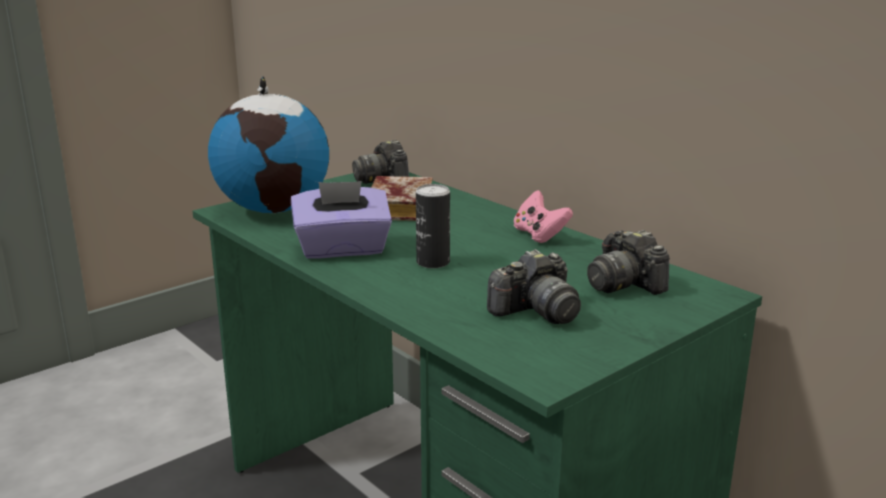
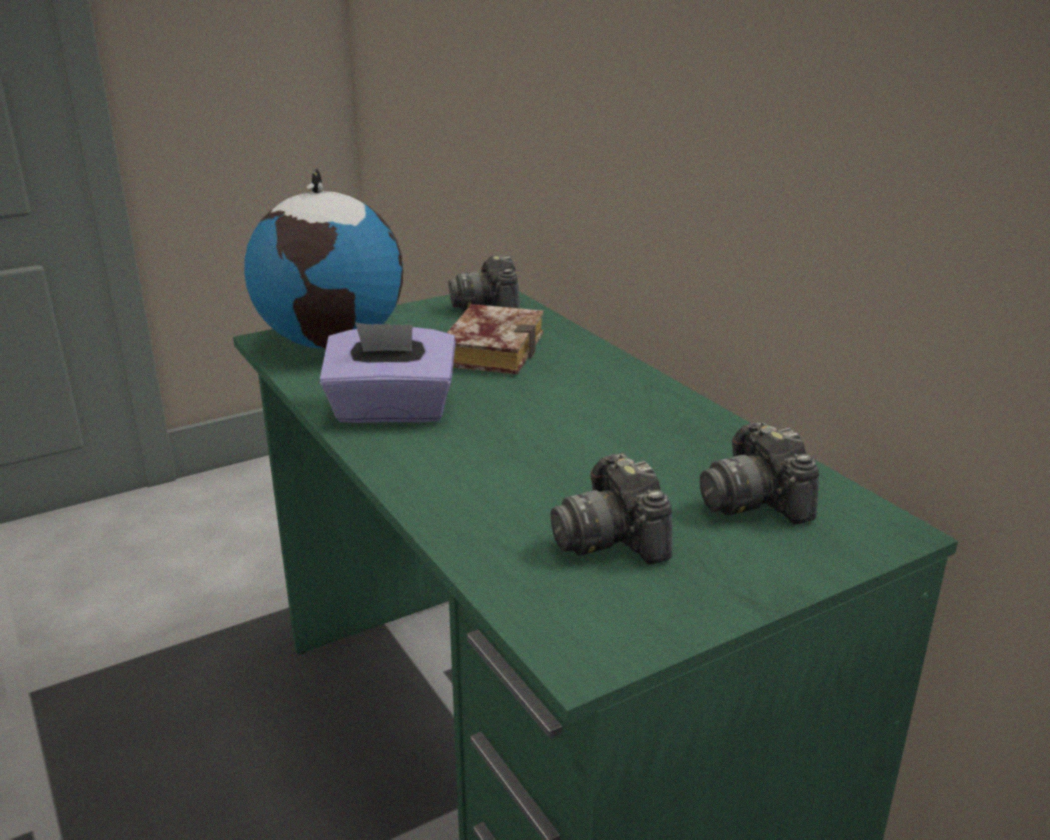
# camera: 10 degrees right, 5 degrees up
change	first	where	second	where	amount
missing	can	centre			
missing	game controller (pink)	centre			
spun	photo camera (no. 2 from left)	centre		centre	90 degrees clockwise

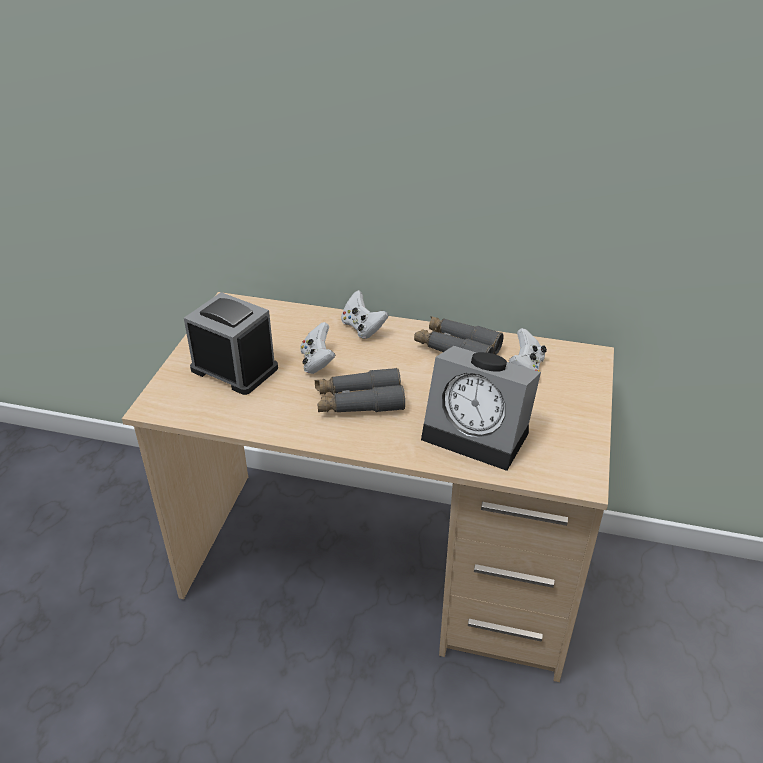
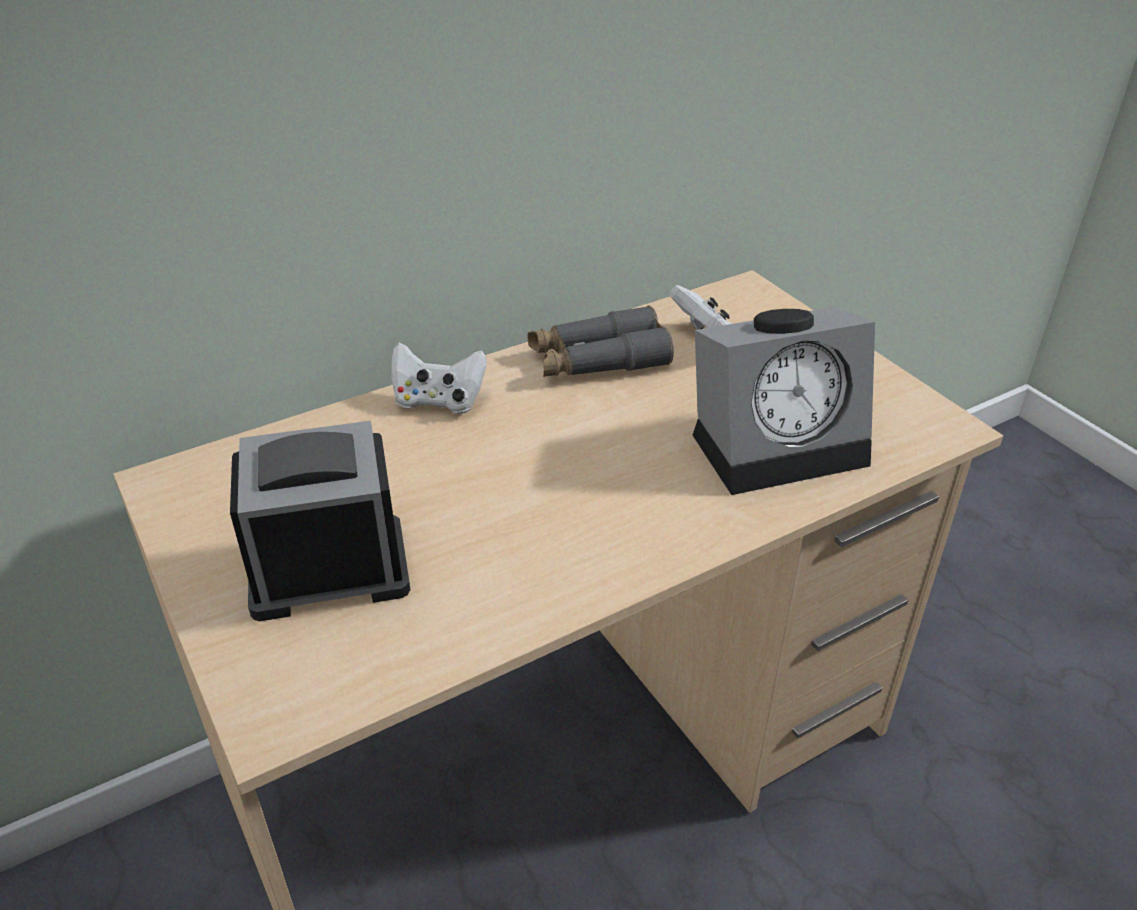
# camera: 45 degrees left, 0 degrees up
change	first	where	second	where	amount
missing	game controller (white) (no. 1 from left)	centre			
missing	binoculars (grey) (no. 1 from left)	centre			

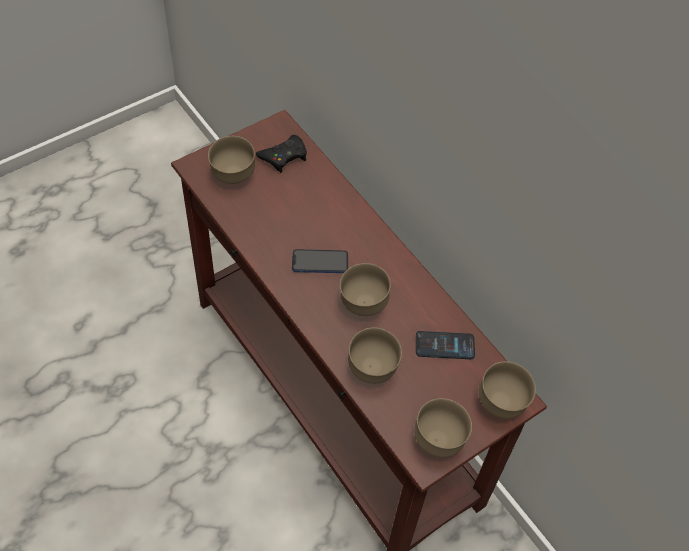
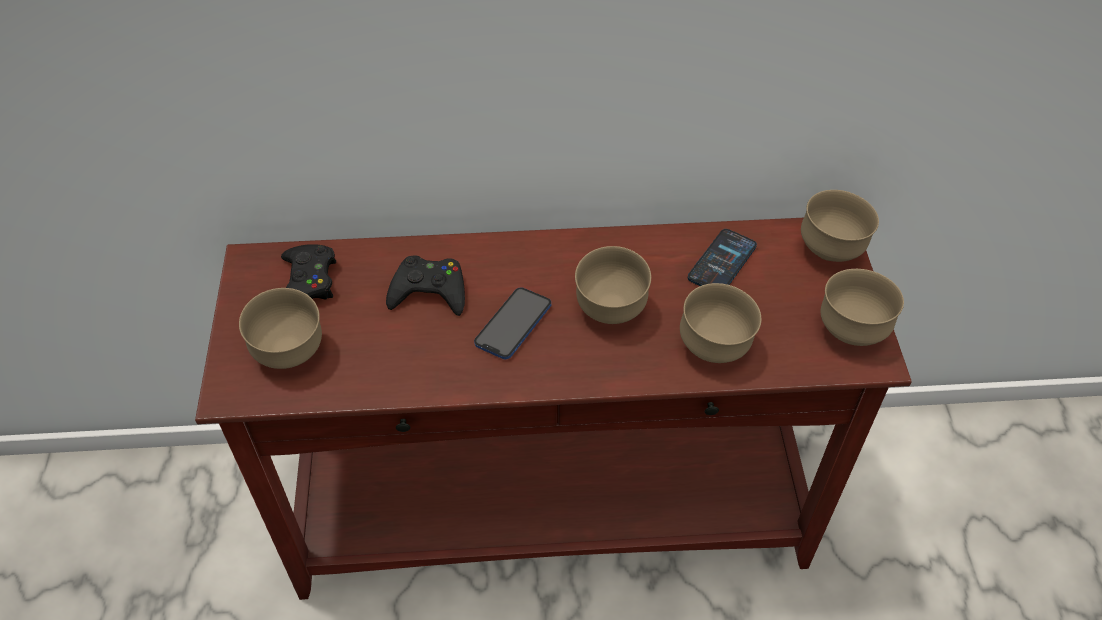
# camera: 55 degrees left, 5 degrees down
change	first	where	second	where	amount
appeared			game controller (black) (no. 2 from left)	centre	

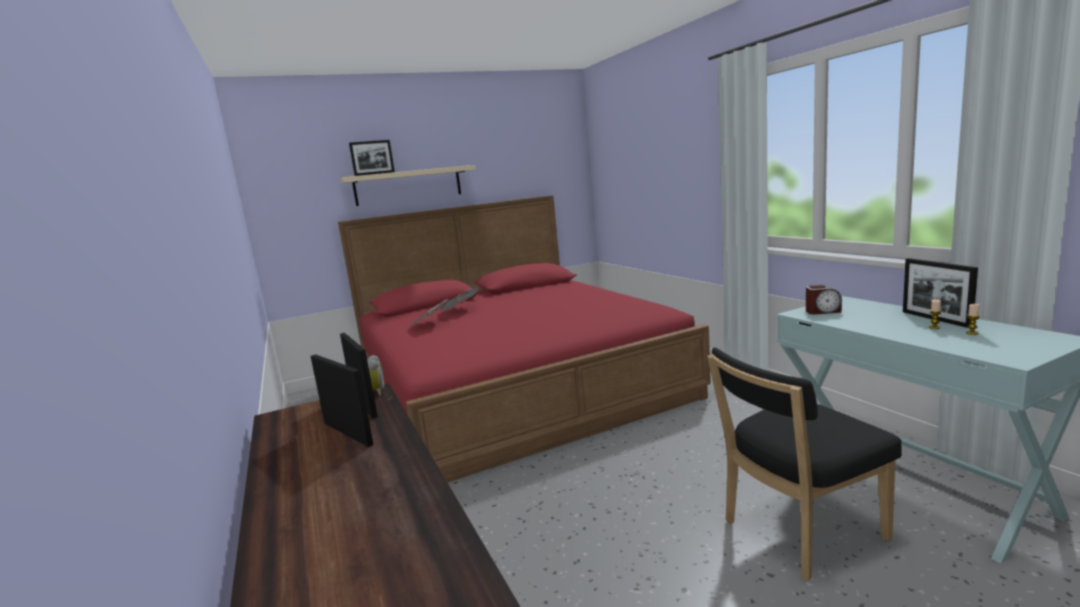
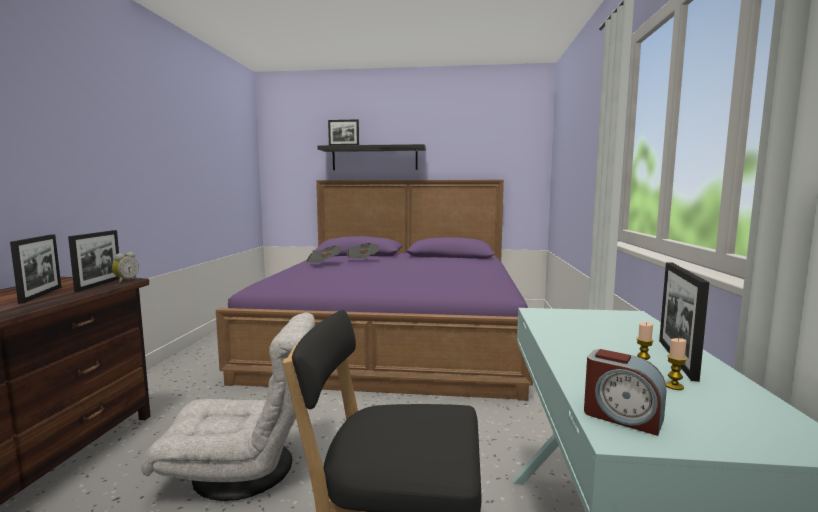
# camera: 30 degrees right, 5 degrees down
change	first	where	second	where	amount
colour	shelf (beige)	top centre	shelf (black)	top centre	
colour	bed (red)	centre	bed (purple)	centre	
relocated	alarm clock (no. 2 from left)	middle right		bottom right	
appeared			armchair (grey)	bottom left	

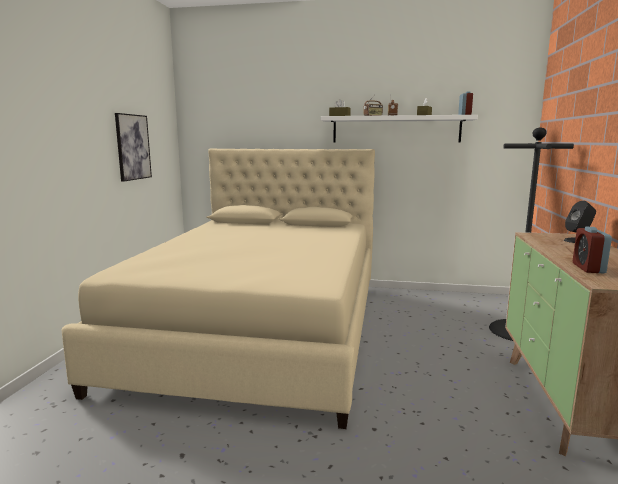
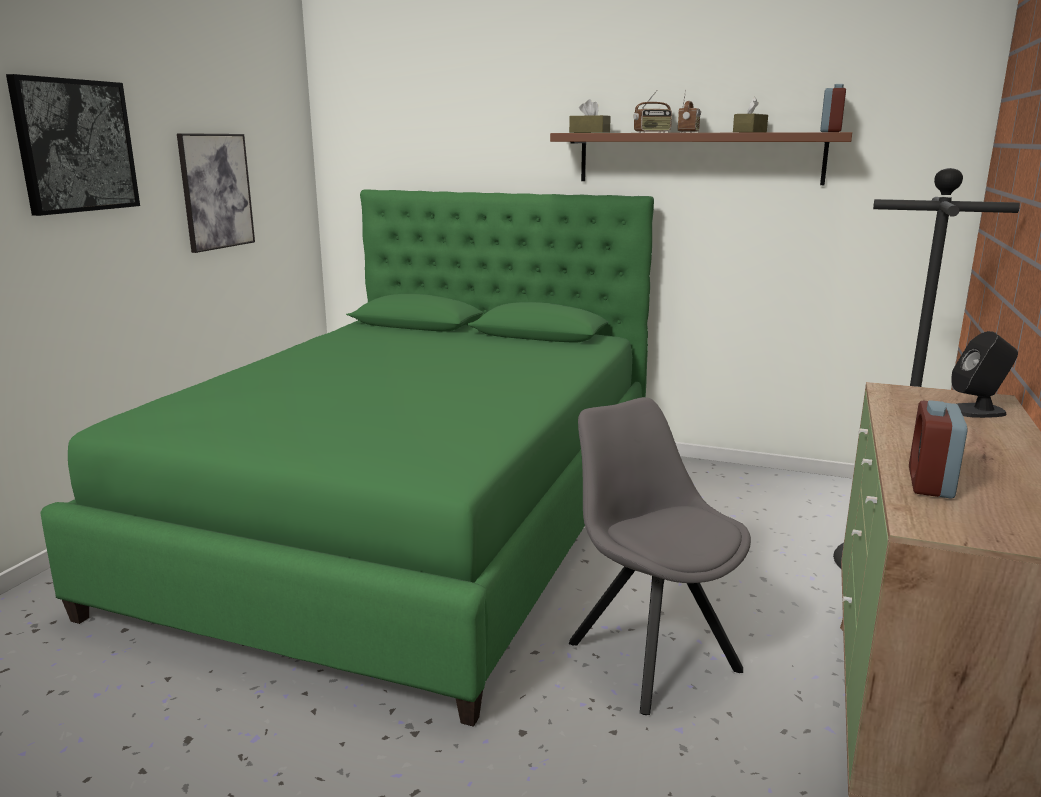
# camera: 10 degrees right, 5 degrees up
change	first	where	second	where	amount
colour	shelf (white)	top centre	shelf (brown)	top right	
colour	bed (beige)	centre	bed (green)	centre	
appeared			picture (no. 1 from left)	top left	
appeared			chair (grey)	bottom centre	

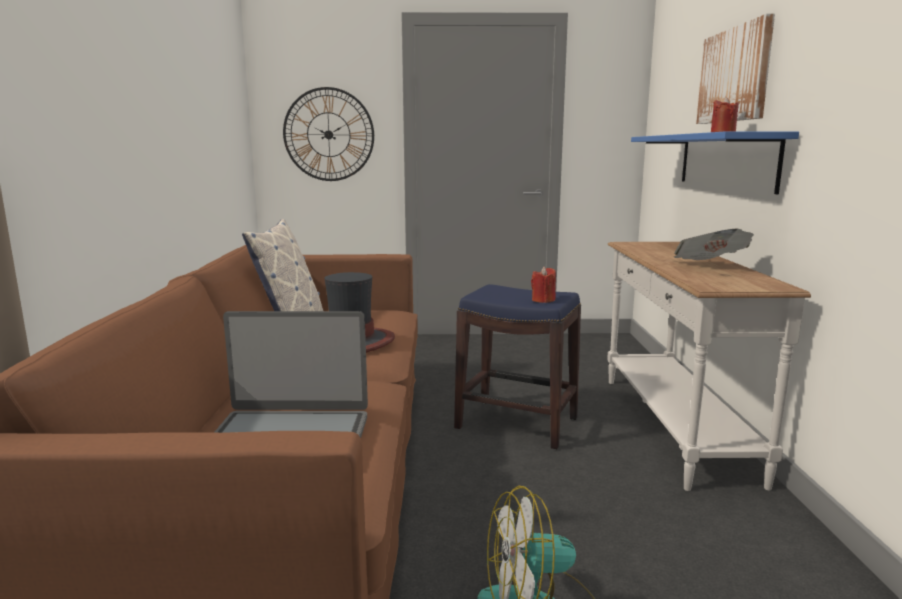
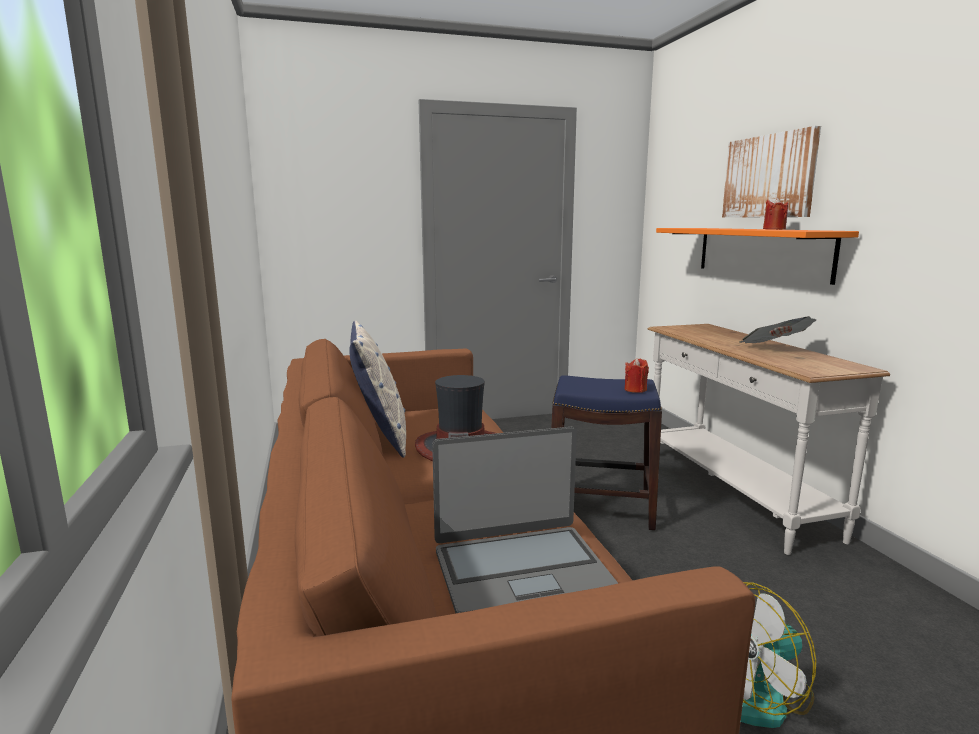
# camera: 15 degrees left, 0 degrees up
change	first	where	second	where	amount
missing	wall clock	top centre			
colour	shelf (blue)	top right	shelf (orange)	middle right	

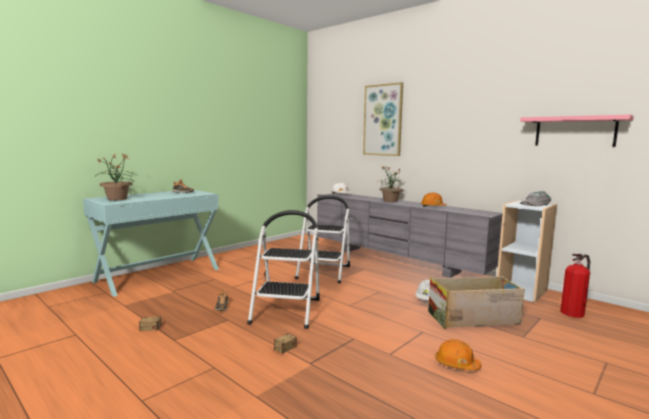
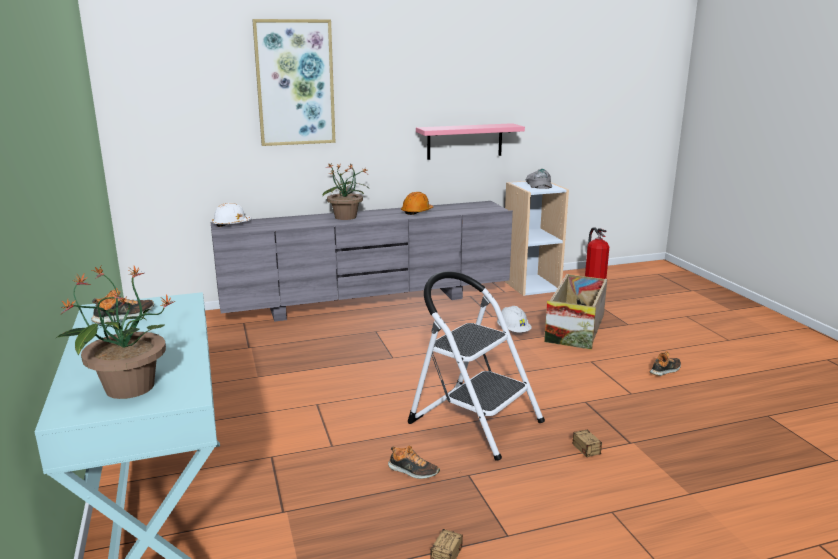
# camera: 60 degrees left, 10 degrees up
change	first	where	second	where	amount
relocated	shelf (pink)	top right		top centre	
missing	step ladder (no. 2 from left)	centre			
exchanged	hard hat (orange) (no. 2 from left)	bottom right	shoe (no. 3 from left)	middle right	

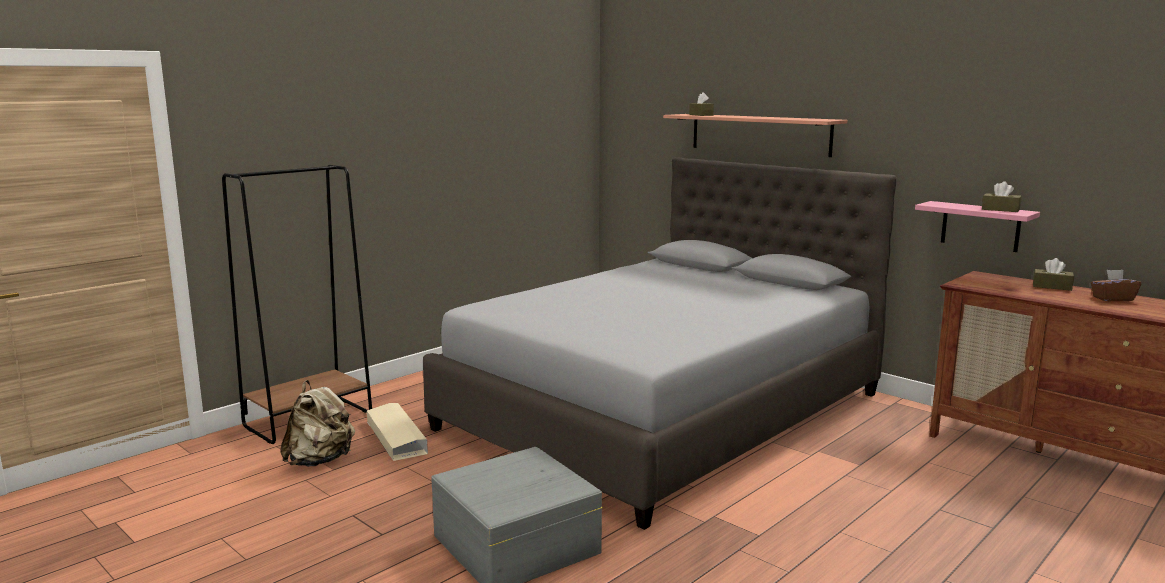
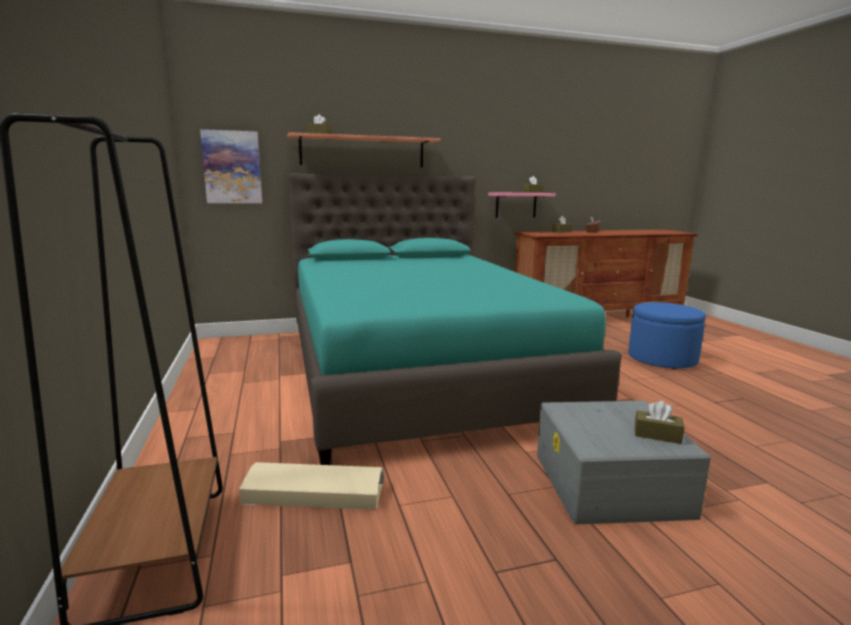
# camera: 60 degrees left, 0 degrees up
change	first	where	second	where	amount
colour	bed (grey)	centre	bed (turquoise)	centre	
missing	backpack (beige)	bottom left			
appeared			picture	top left	
appeared			ottoman (blue)	middle right	
appeared			tissue box (brown) (no. 5 from left)	bottom right	

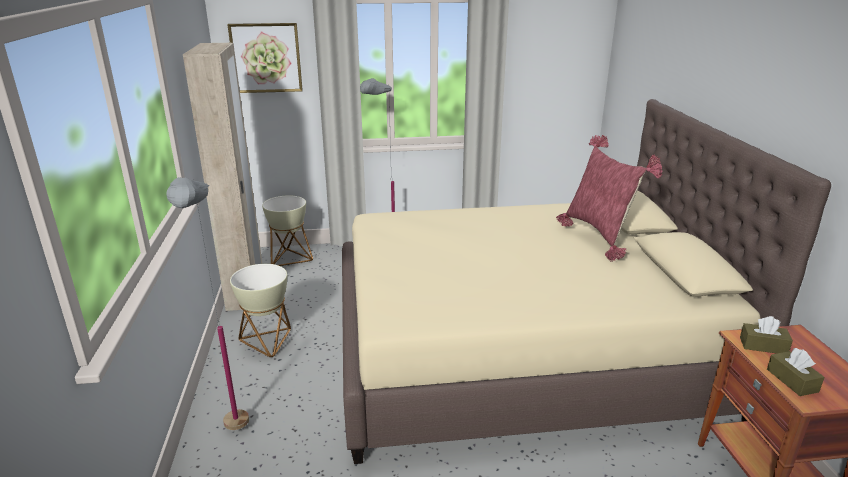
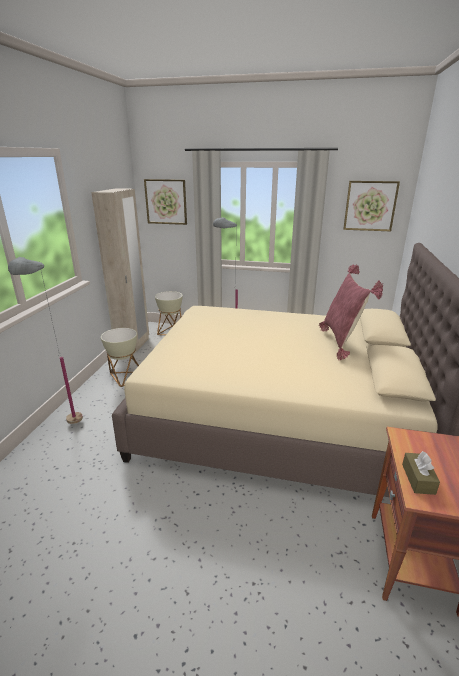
# camera: 20 degrees right, 0 degrees up
change	first	where	second	where	amount
missing	tissue box (brown) (no. 1 from left)	bottom right			
appeared			picture (no. 2 from left)	top right	

